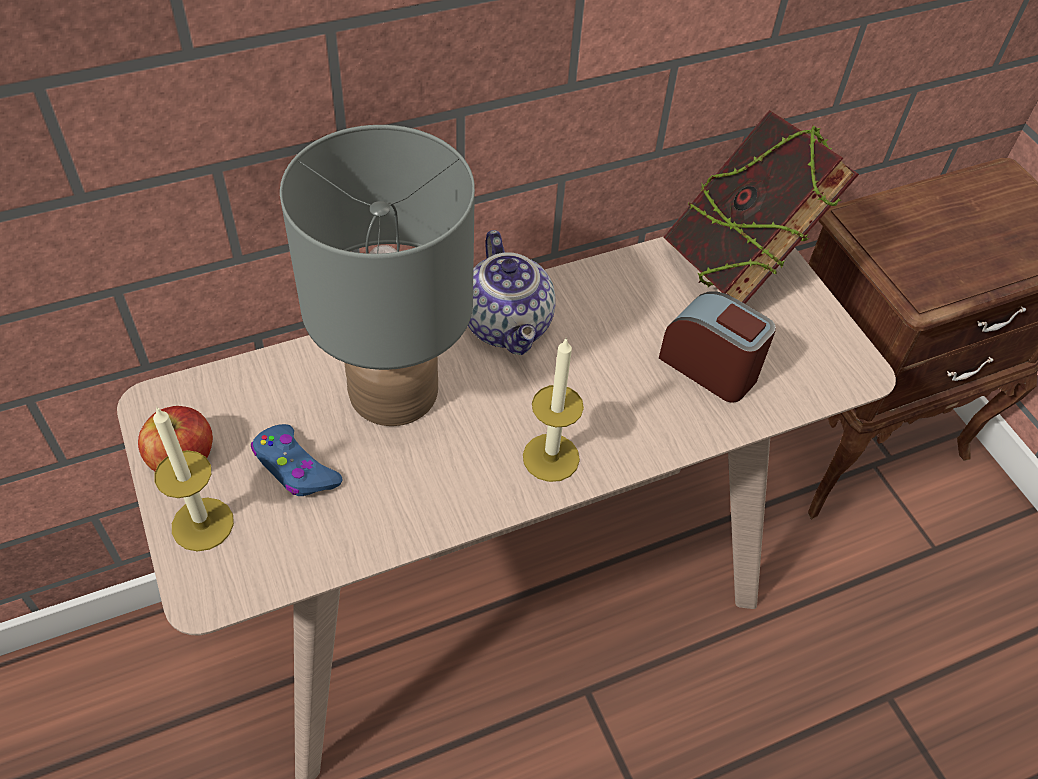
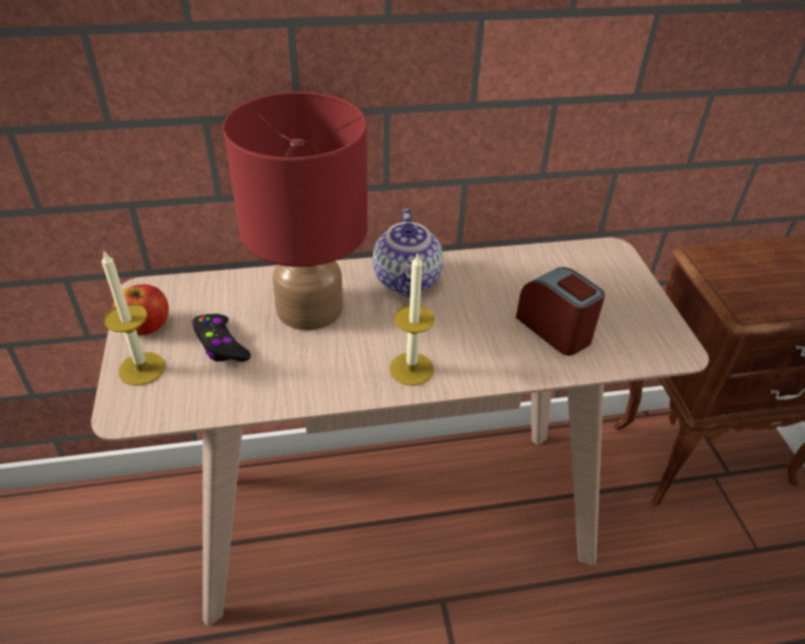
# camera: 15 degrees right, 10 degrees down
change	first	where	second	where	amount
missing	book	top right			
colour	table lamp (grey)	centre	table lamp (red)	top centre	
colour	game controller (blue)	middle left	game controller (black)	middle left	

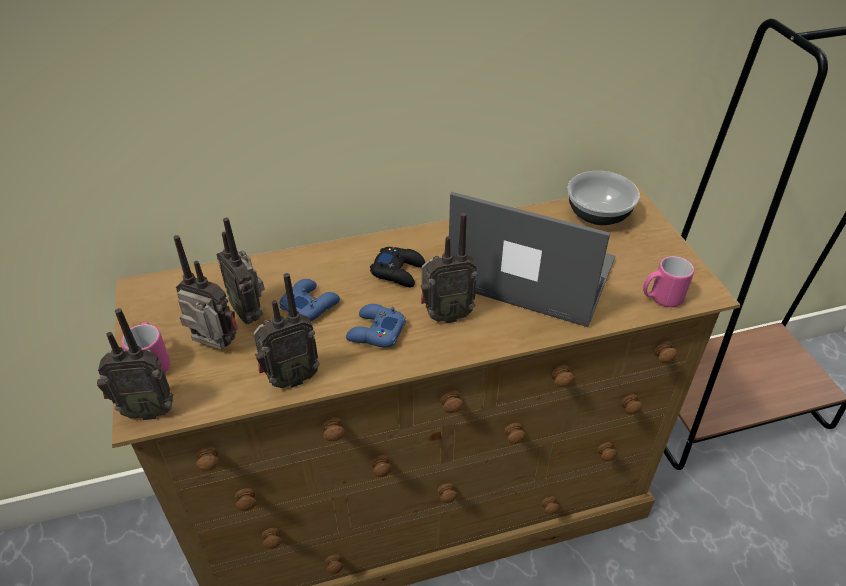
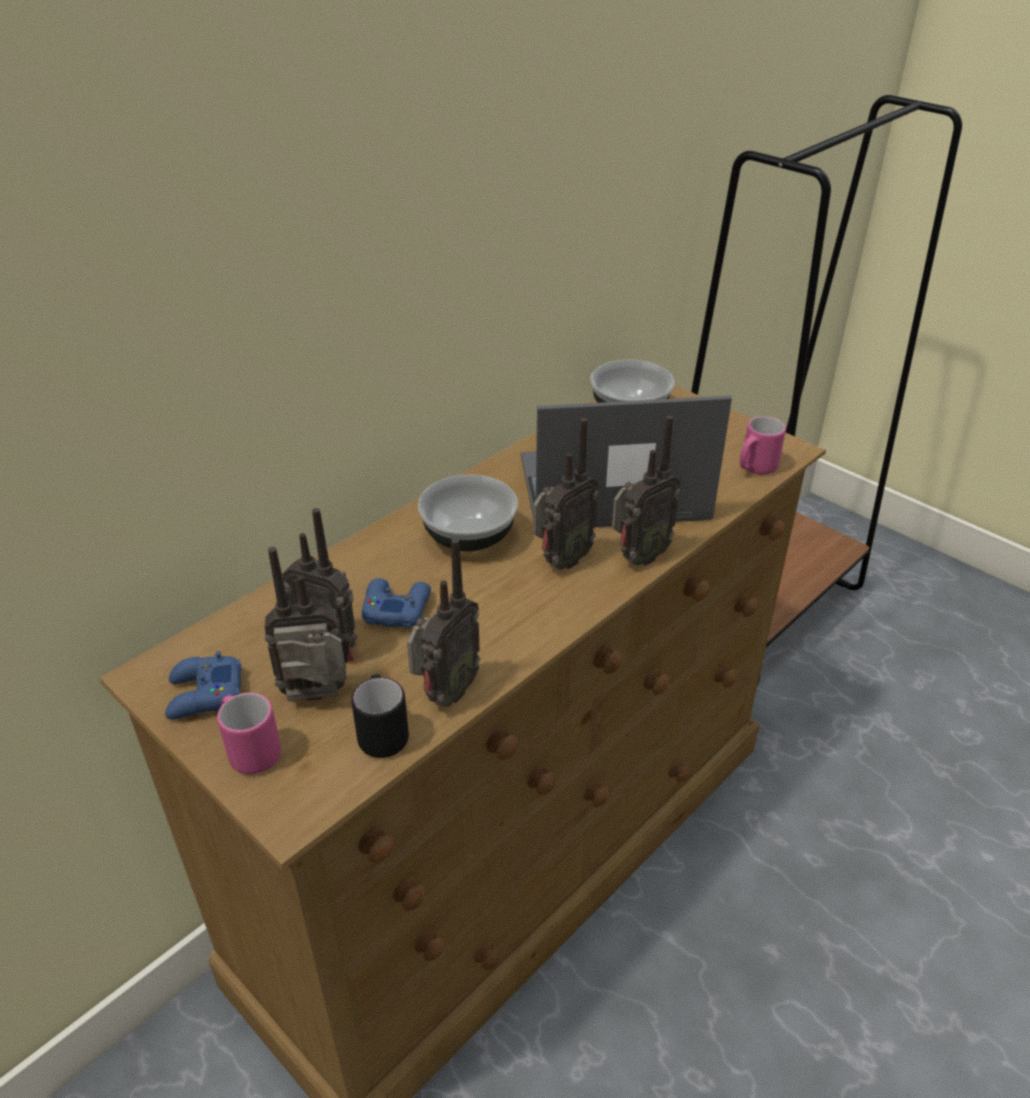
# camera: 30 degrees left, 5 degrees down
change	first	where	second	where	amount
exchanged	game controller (black)	centre	bowl (no. 1 from left)	centre	
relocated	game controller (blue) (no. 2 from left in the first image)	centre	game controller (blue) (no. 1 from left)	middle left	
relocated	radio (no. 1 from left in the first image)	middle left	radio (no. 5 from left)	centre	
appeared			mug (black)	centre	

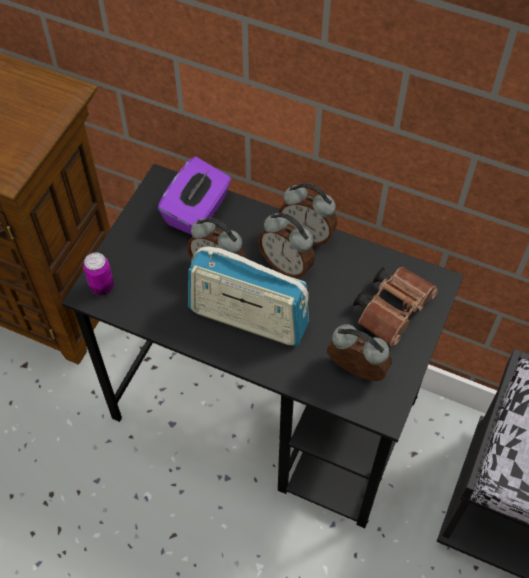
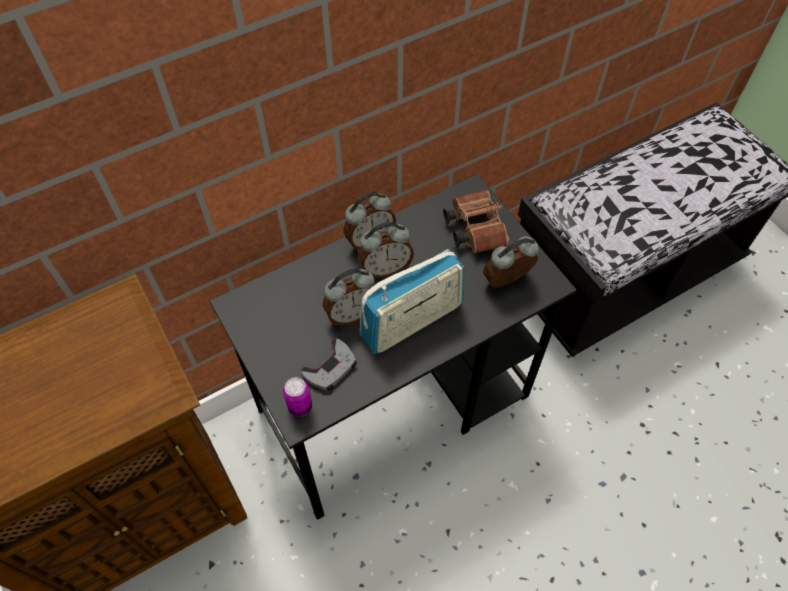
# camera: 55 degrees left, 0 degrees up
change	first	where	second	where	amount
missing	tissue box (purple)	centre			
appeared			game controller (grey)	centre	

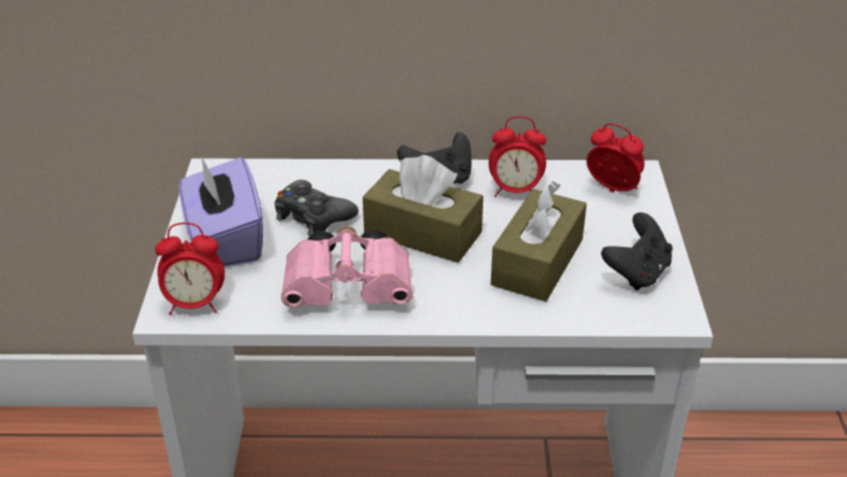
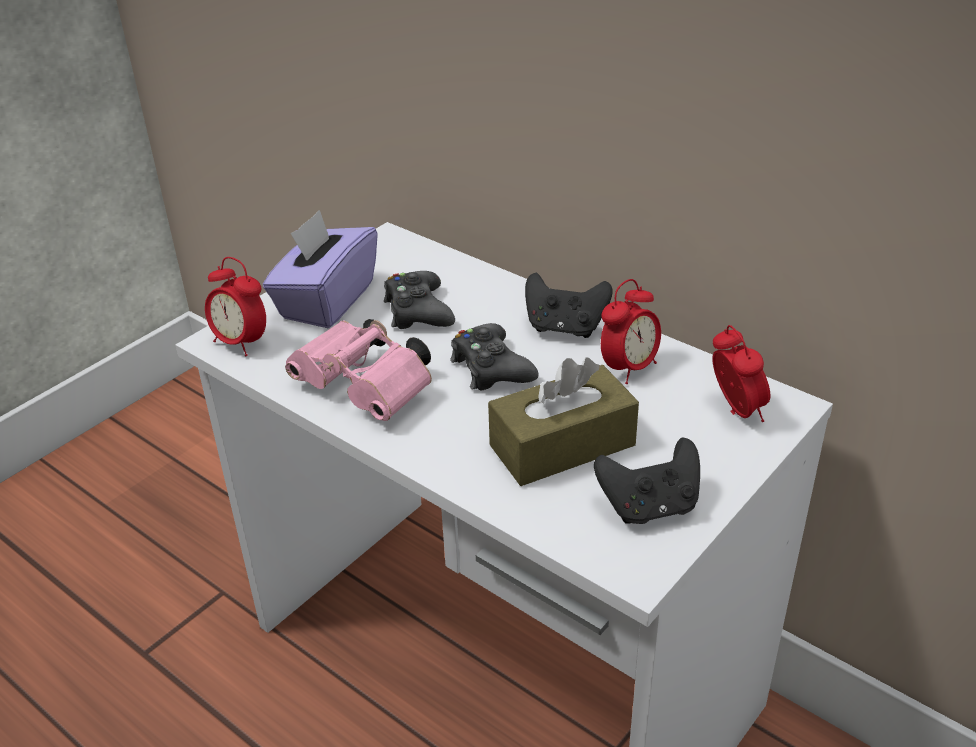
# camera: 40 degrees right, 0 degrees up
change	first	where	second	where	amount
spun	alarm clock (no. 2 from left)	top centre		centre	90 degrees counterclockwise
exchanged	tissue box (brown) (no. 1 from left)	centre	game controller (black) (no. 2 from left)	centre	

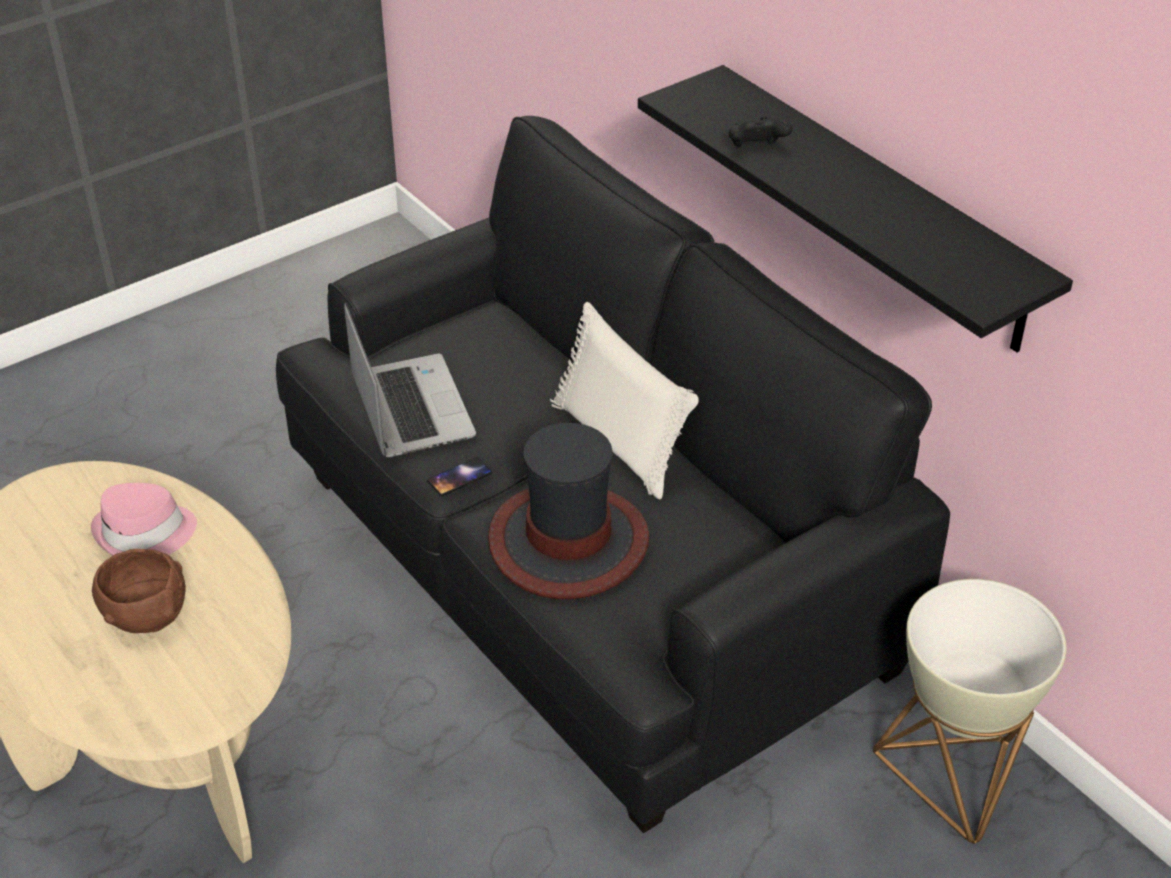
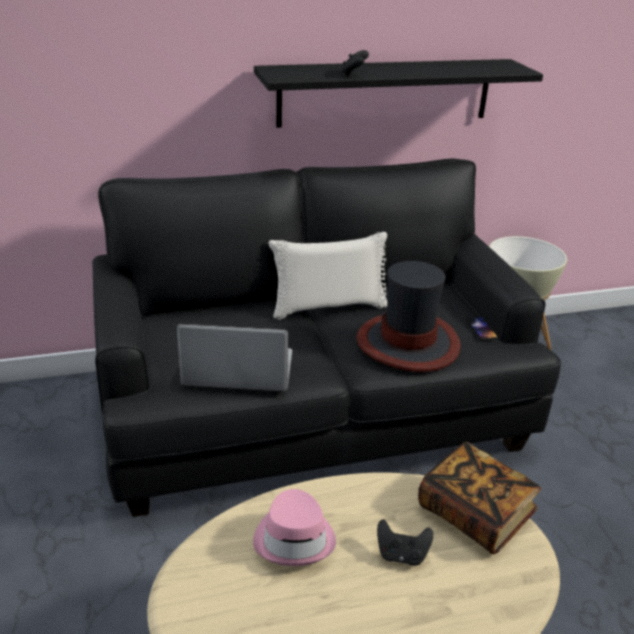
# camera: 70 degrees left, 10 degrees down
change	first	where	second	where	amount
relocated	phone	centre		middle right	
exchanged	bowl (brown)	bottom left	game controller (black) (no. 2 from left)	bottom centre	
appeared			book	bottom right	

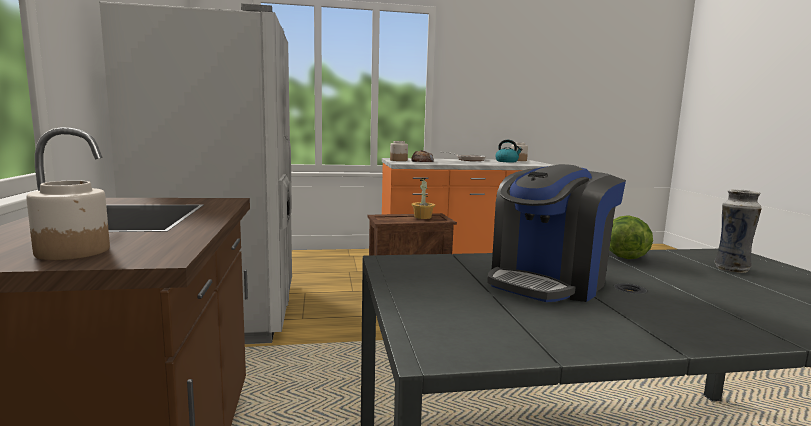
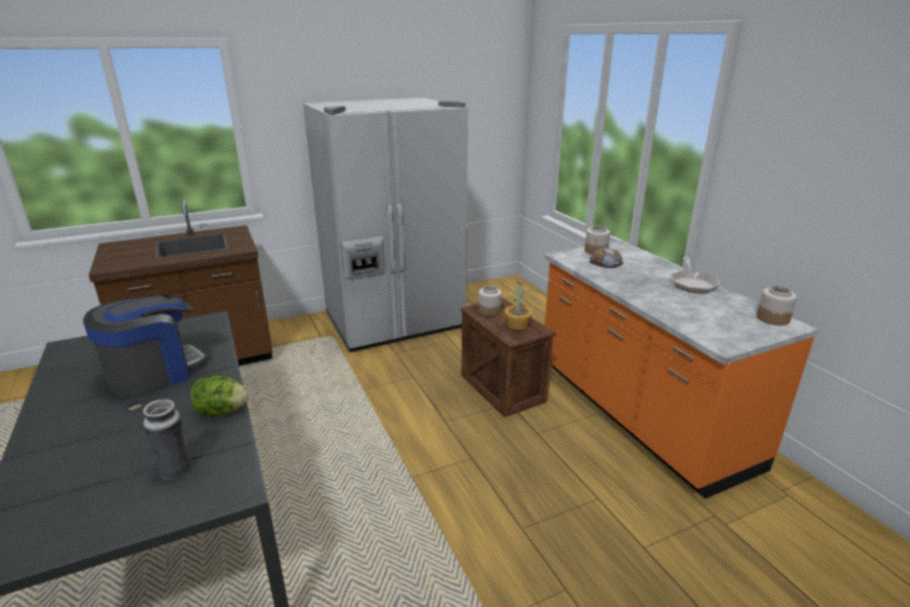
# camera: 75 degrees right, 15 degrees up
change	first	where	second	where	amount
missing	kettle	centre			
spun	coffee machine	middle right		middle left	105 degrees clockwise
relocated	jar (no. 1 from left)	middle left		centre	

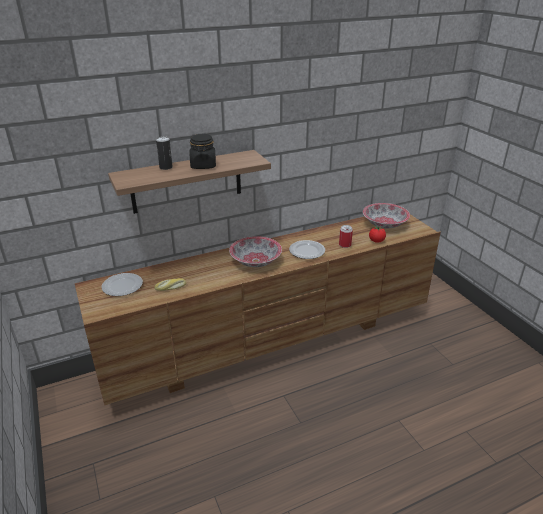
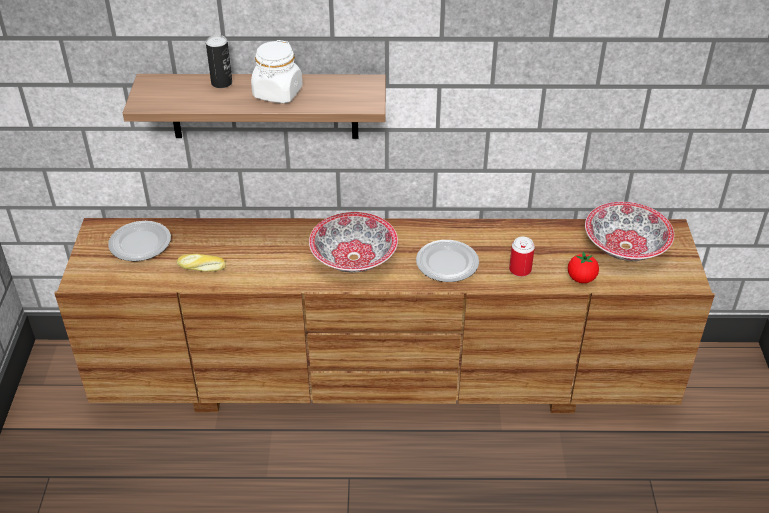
# camera: 25 degrees right, 10 degrees up
change	first	where	second	where	amount
colour	jar (black)	top centre	jar (white)	top centre	

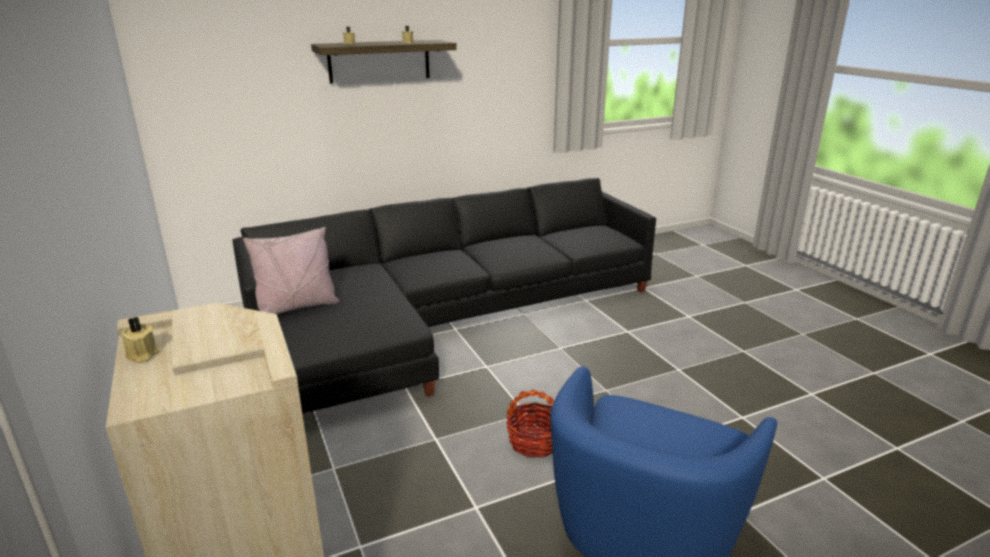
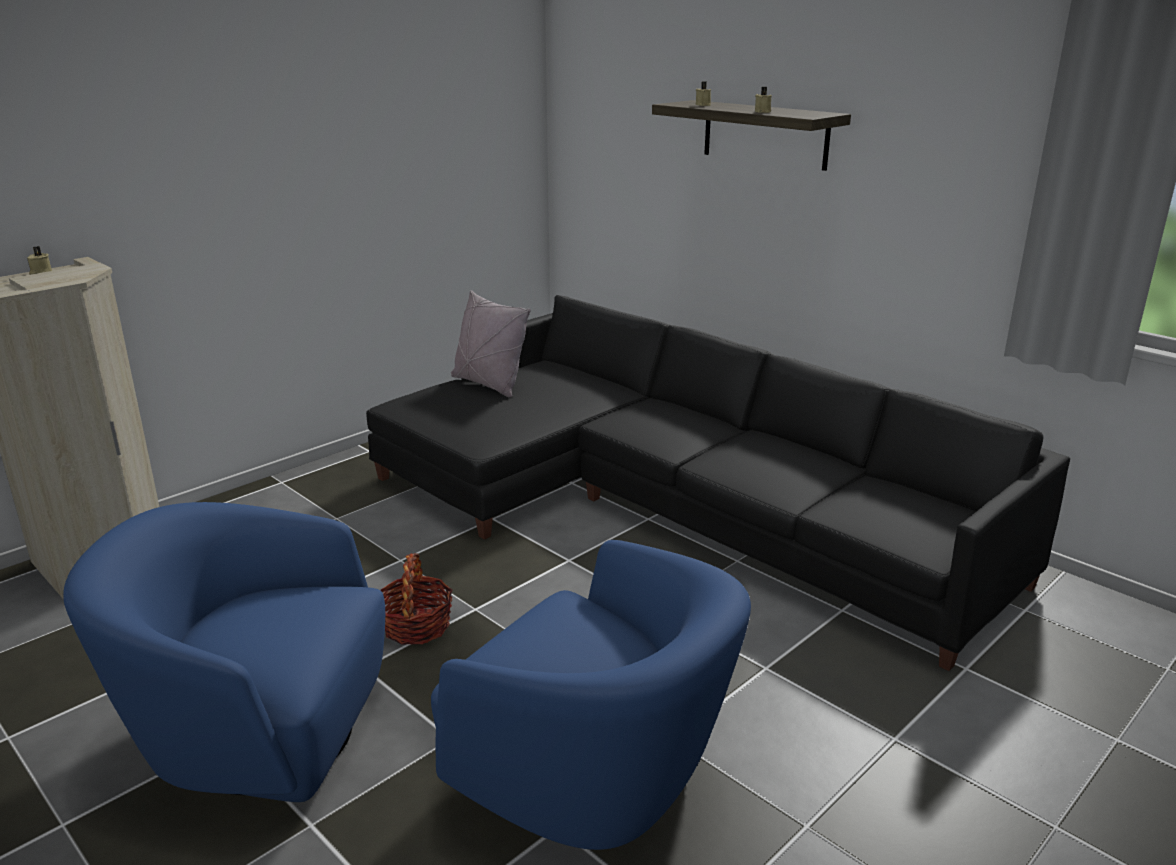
# camera: 70 degrees right, 0 degrees up
change	first	where	second	where	amount
appeared			armchair (blue) (no. 2 from left)	bottom centre	

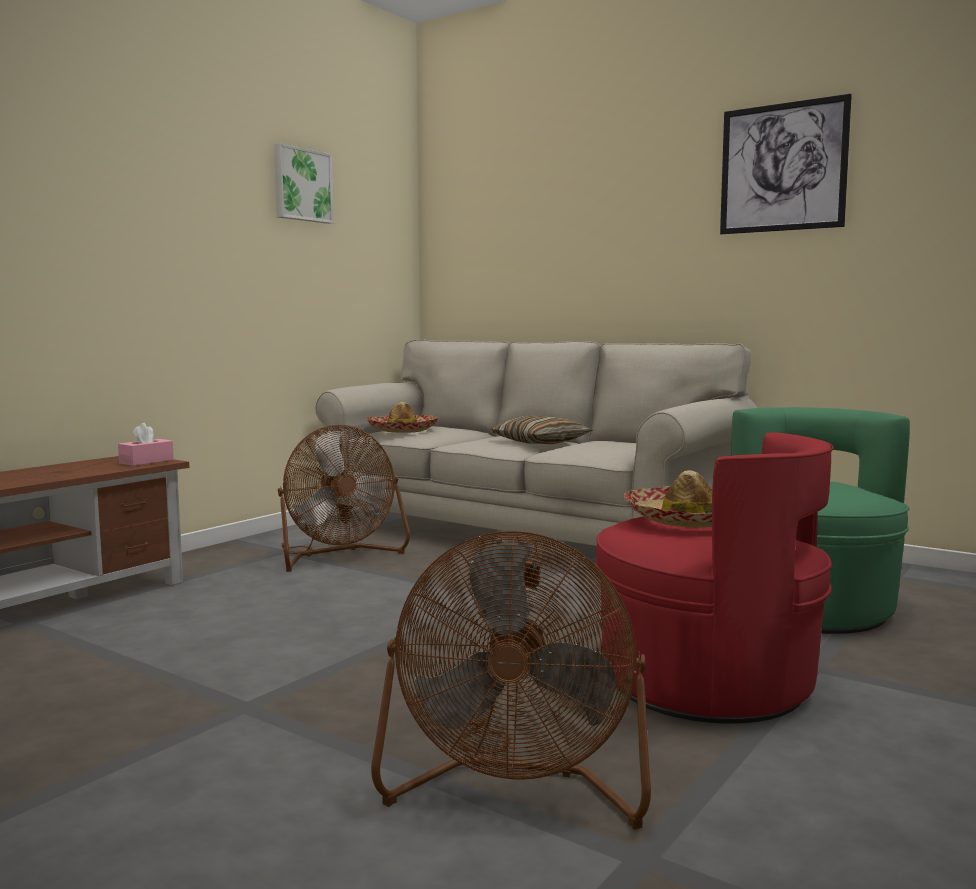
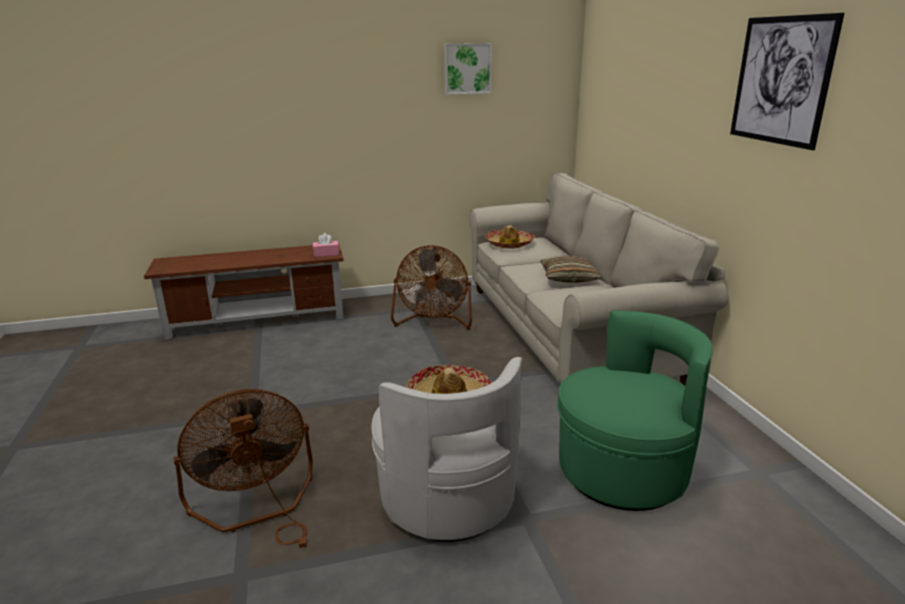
# camera: 40 degrees right, 15 degrees up
change	first	where	second	where	amount
colour	armchair (red)	middle right	armchair (white)	bottom centre	
spun	fan (brown) (no. 2 from left in the first image)	bottom centre	fan (brown) (no. 1 from left)	bottom left	105 degrees clockwise

